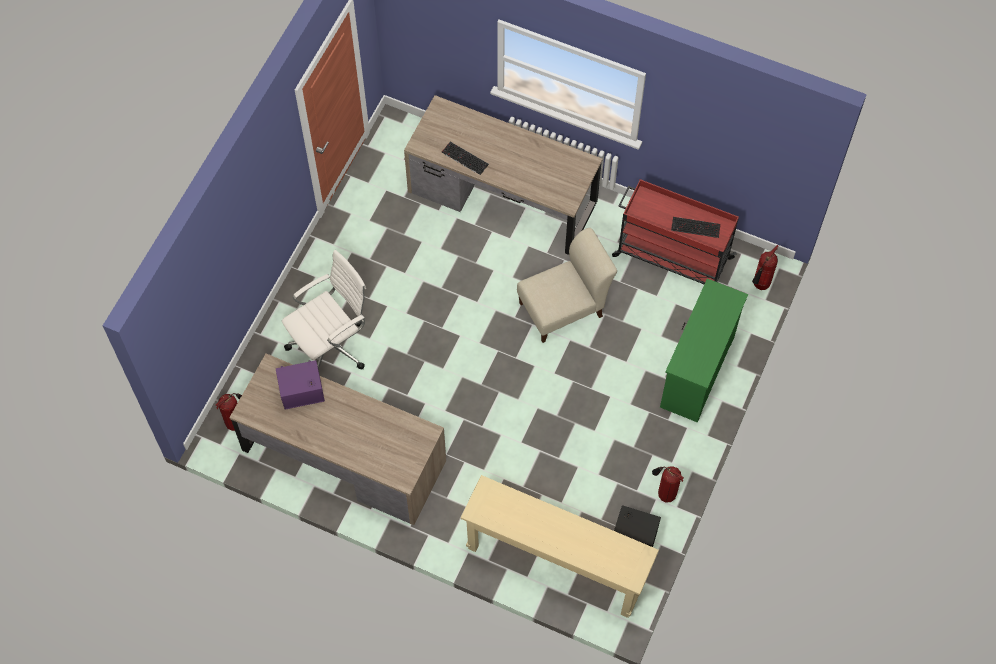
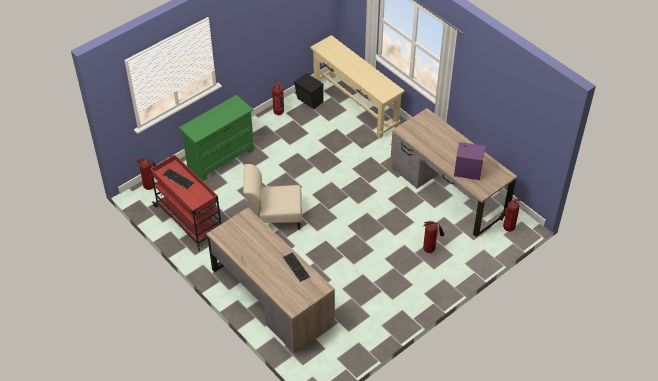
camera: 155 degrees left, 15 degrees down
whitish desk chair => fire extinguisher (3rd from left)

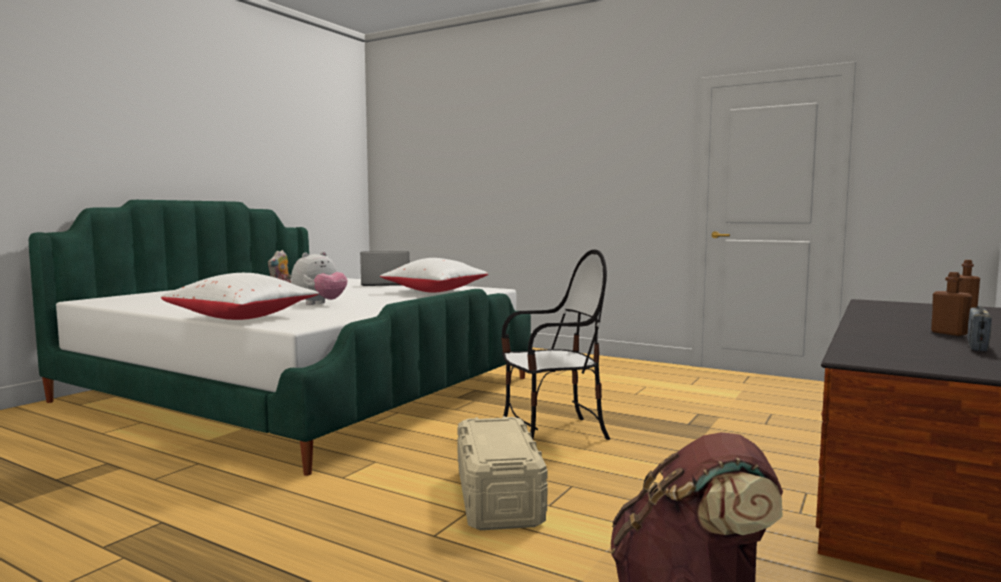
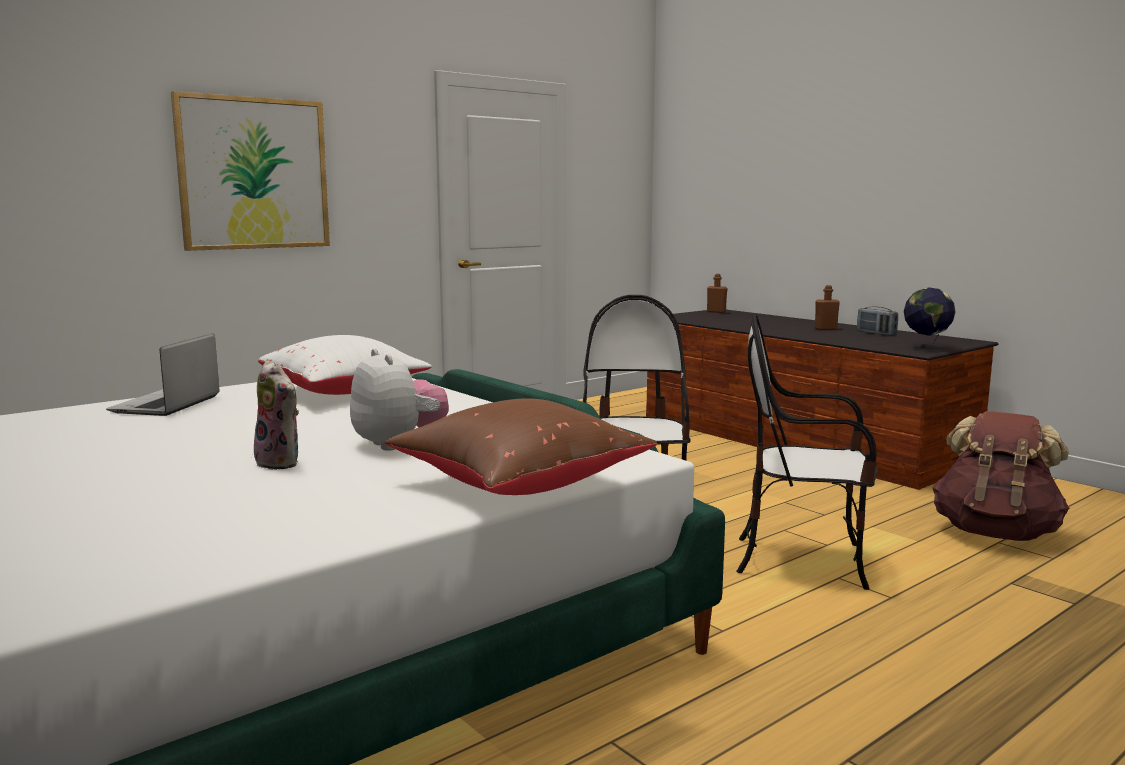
camera: 70 degrees left, 5 degrees up
whitish pillow (1st from left) => brownish pillow
sand-coloured storage bin => plain chair (2nd from left)
nothing => picture
nothing => world globe

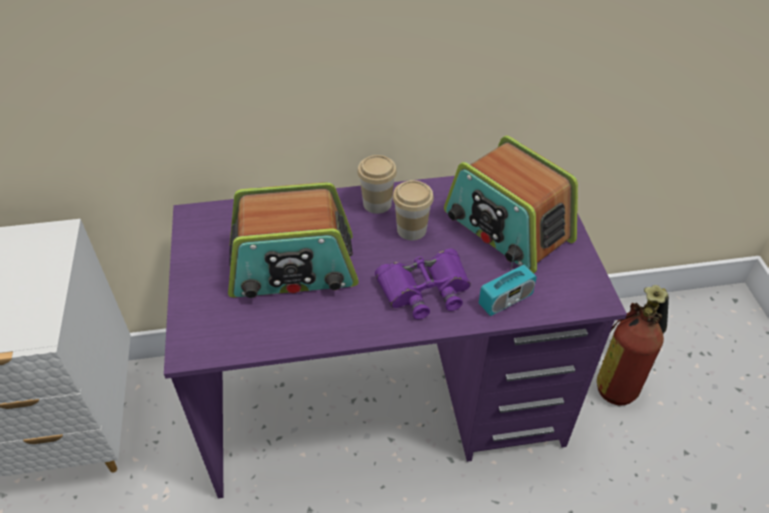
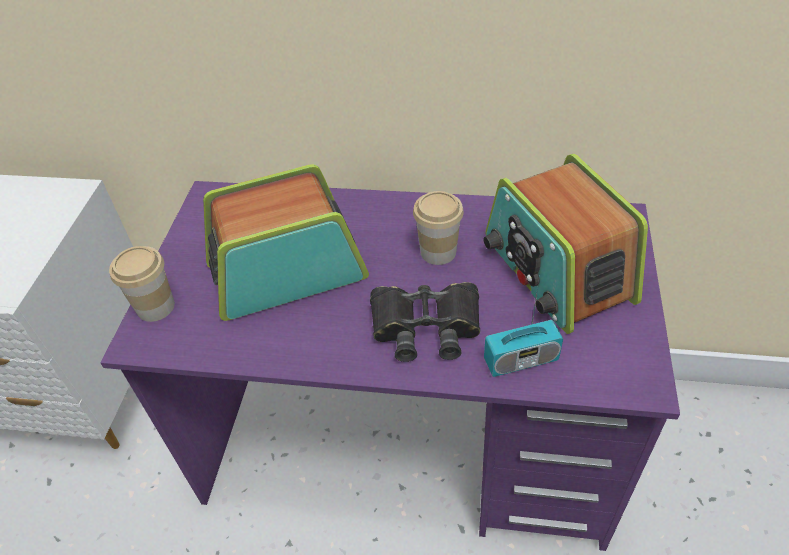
camera: 20 degrees right, 0 degrees up
radio set (1st from left), 150 degrees clockwise
drinking cup (1st from left), moved
purple binoculars => blackish binoculars
fire extinguisher => nothing

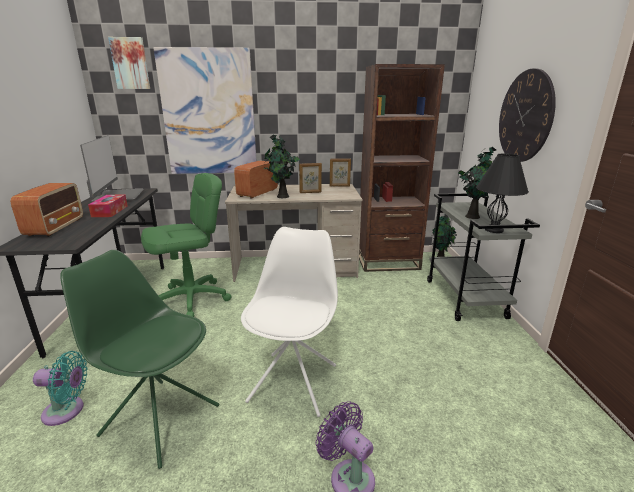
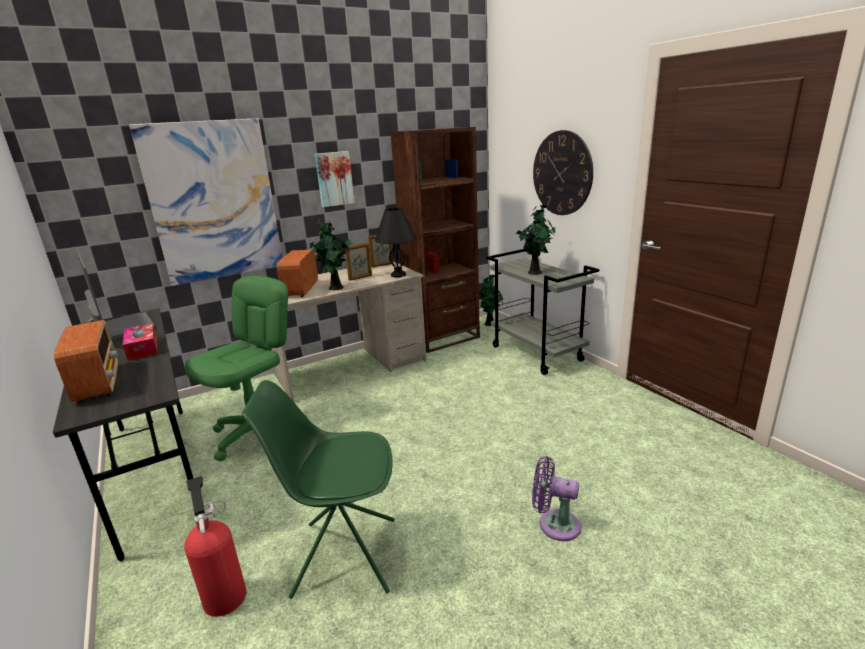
camera: 25 degrees left, 0 degrees up
turquoise-coloured cooling fan => fire extinguisher
picture (1st from left in the first image) => picture (2nd from left), moved
whitish plain chair => nothing
blackish tabletop lamp, moved

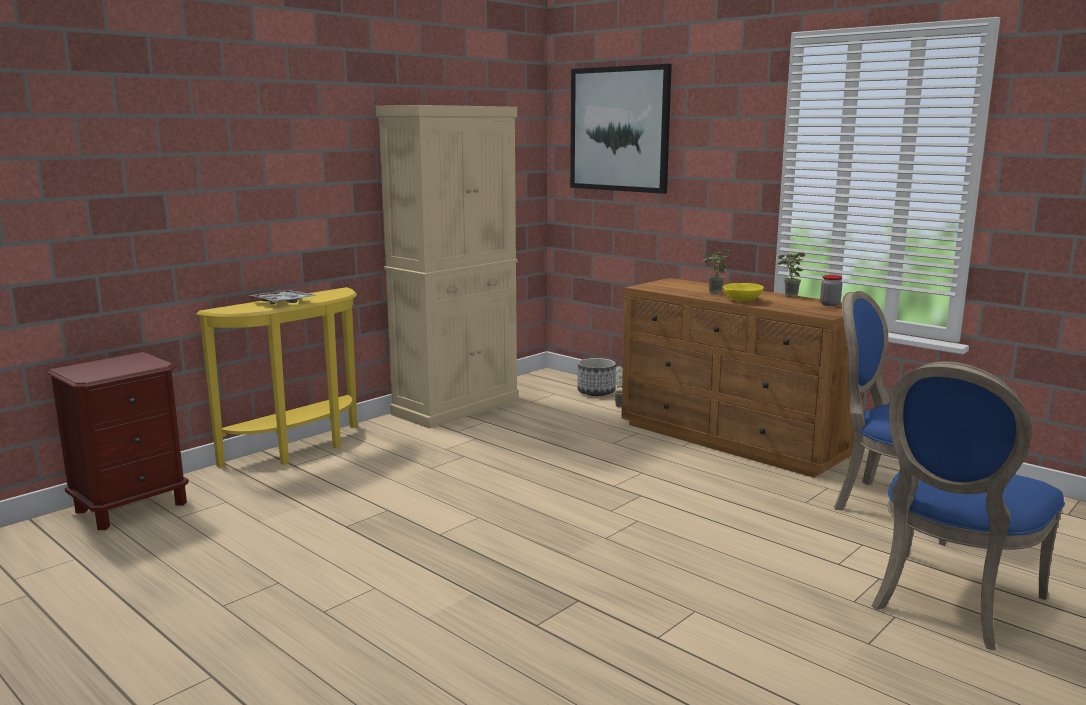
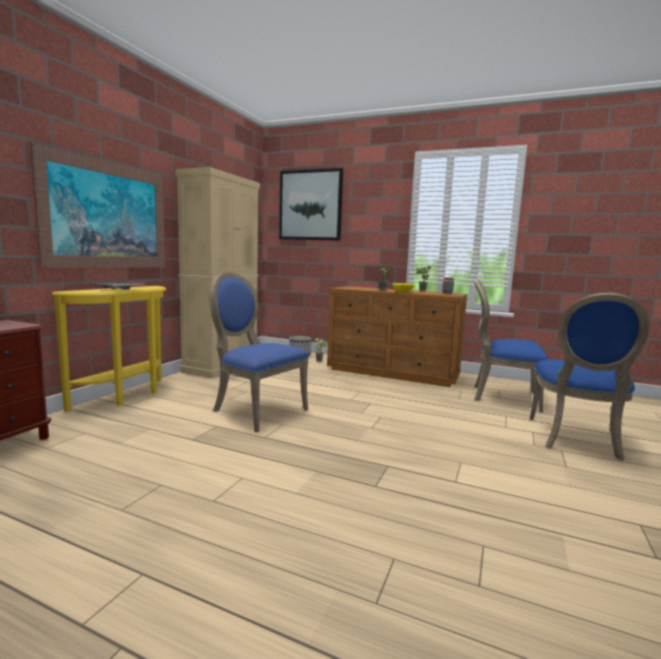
camera: 20 degrees left, 5 degrees down
nothing => picture (1st from left)
nothing => blue-coloured plain chair (1st from left)

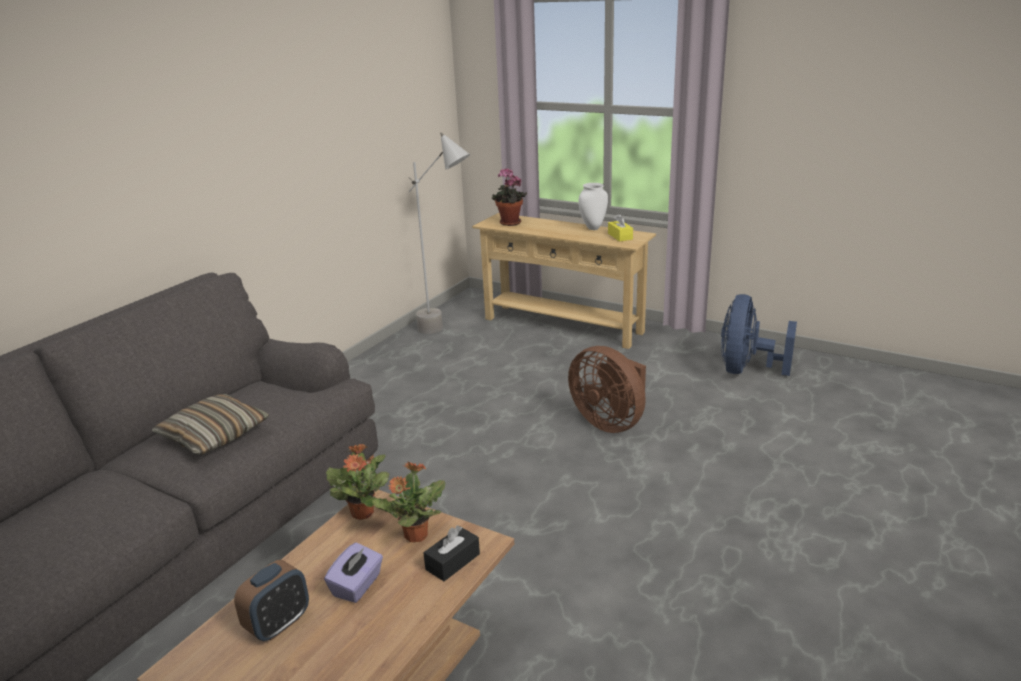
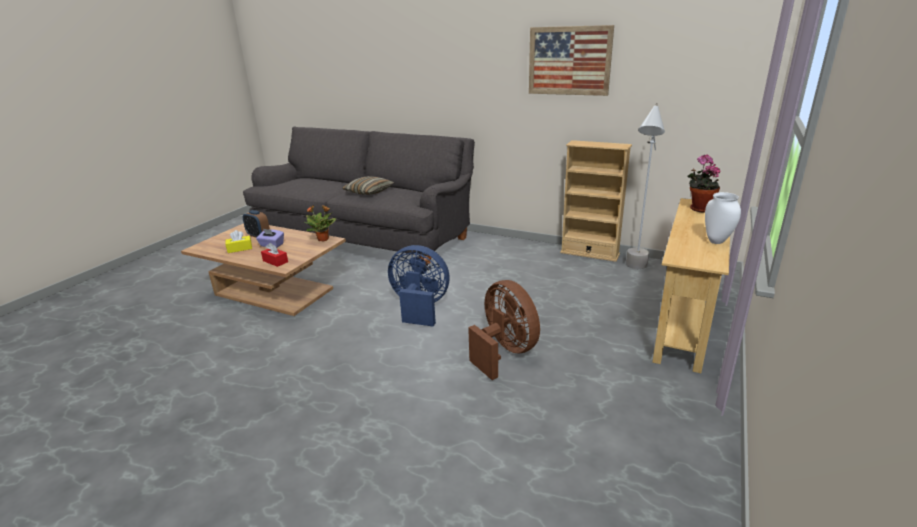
camera: 85 degrees right, 0 degrees up
houseplant (2nd from left) => nothing
blackish tissue box => red-coloured tissue box
brownish cooling fan, 105 degrees clockwise
yellow-coloured tissue box, moved
blue-coloured cooling fan, moved
nothing => picture
nothing => sand-coloured bookcase

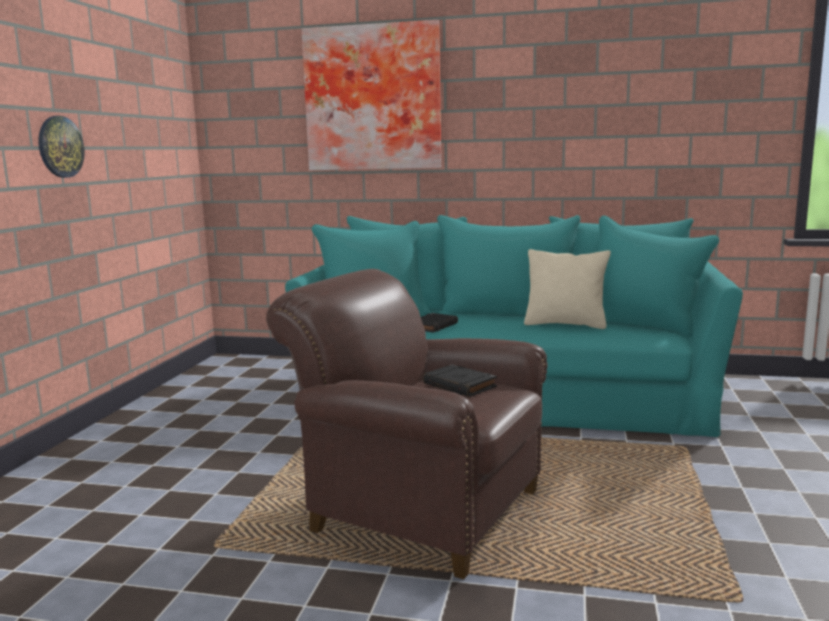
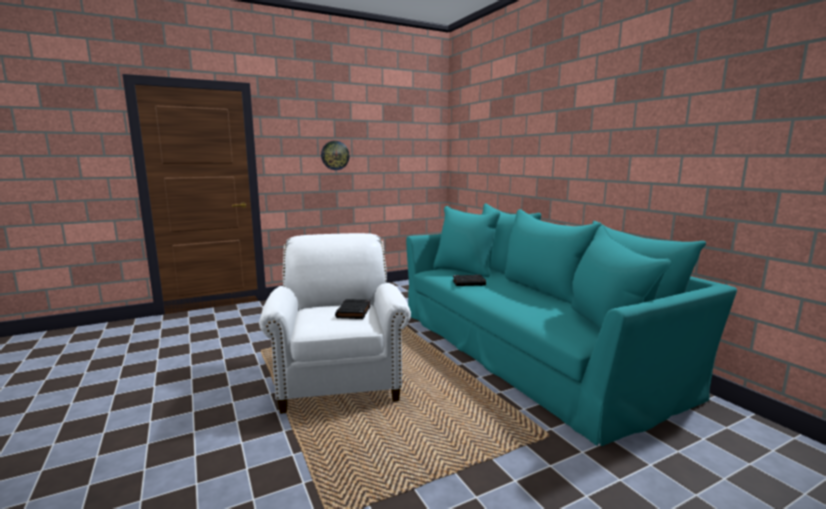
camera: 50 degrees right, 0 degrees up
brownish armchair => whitish armchair
picture => nothing
sand-coloured pillow => nothing

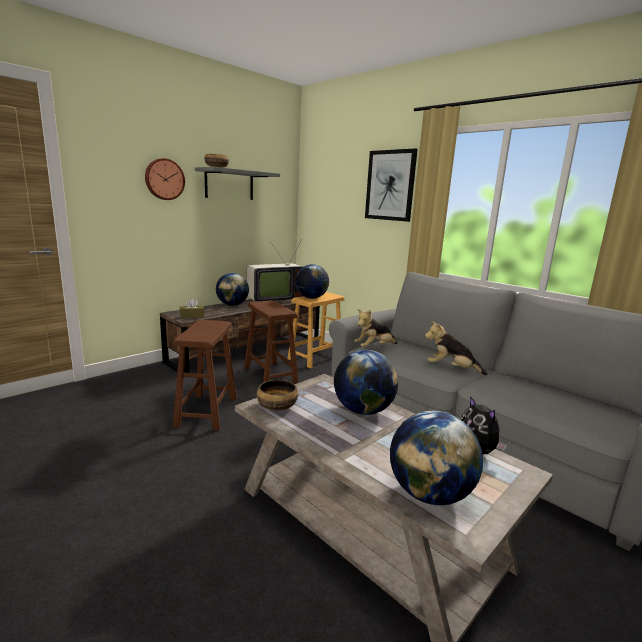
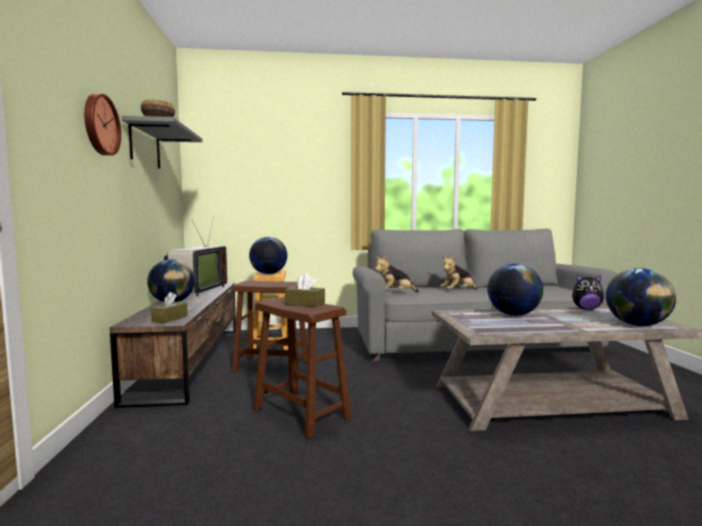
camera: 50 degrees left, 10 degrees down
deep dish (2nd from left) => nothing
cuddly toy (1st from left), 60 degrees clockwise
picture => nothing
nothing => brownish tissue box (2nd from left)

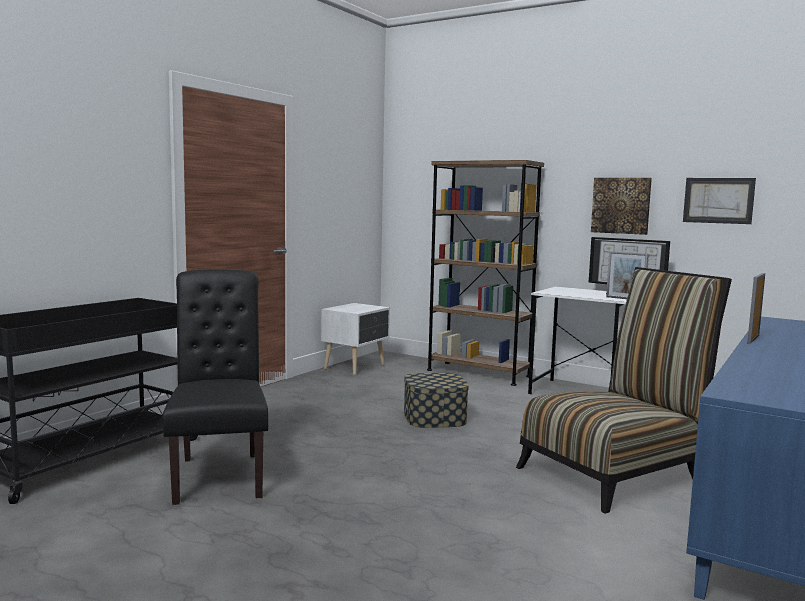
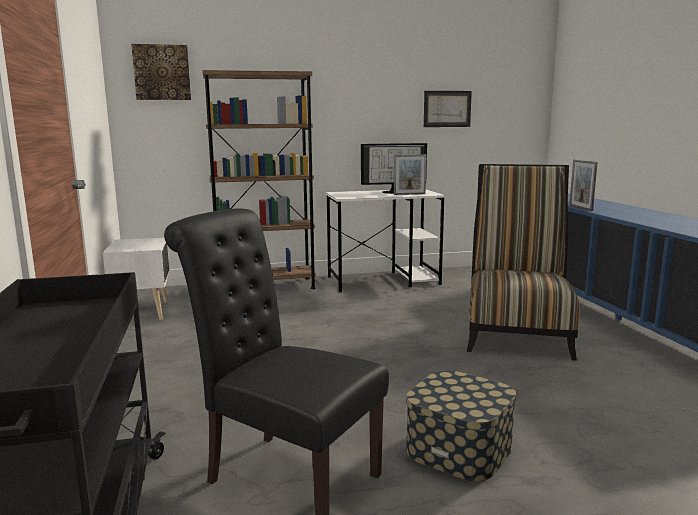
camera: 45 degrees left, 5 degrees up
storage bin, moved
picture (1st from left), moved

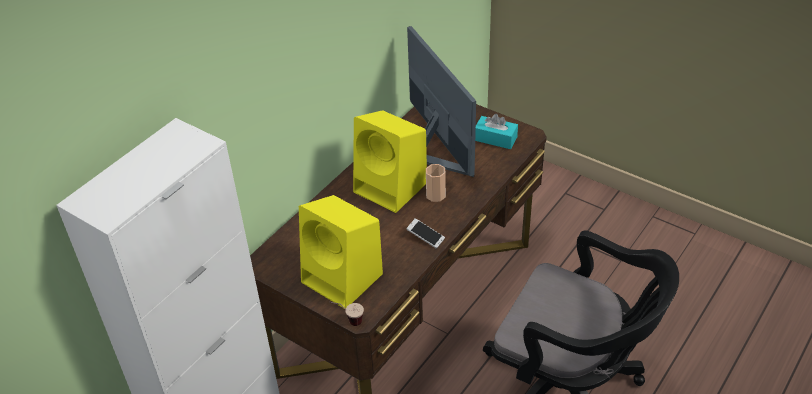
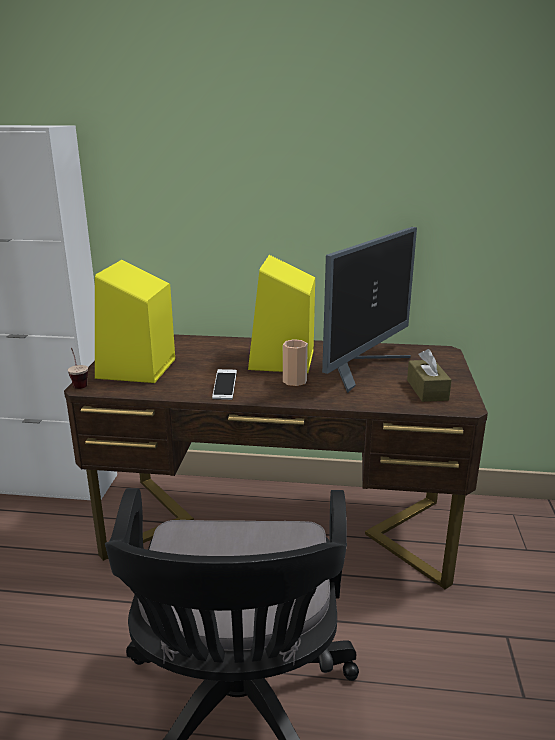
camera: 60 degrees right, 20 degrees down
turquoise-coloured tissue box => brownish tissue box

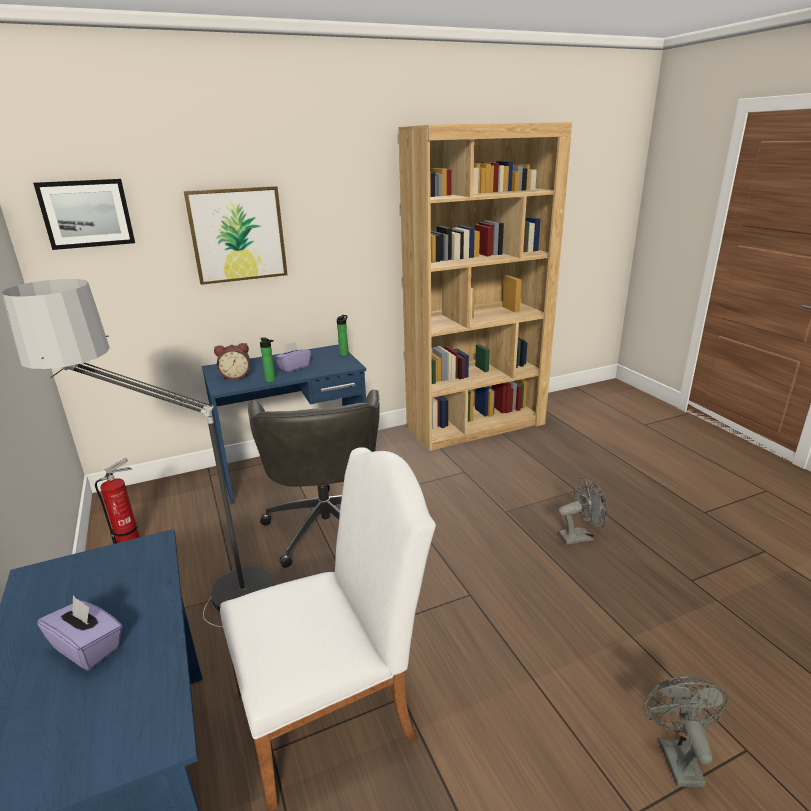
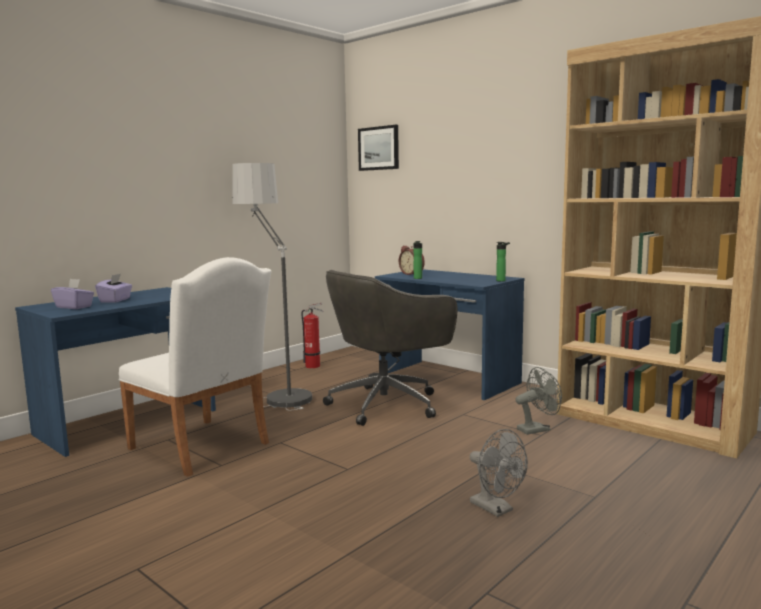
camera: 65 degrees right, 15 degrees down
picture (2nd from left) => nothing
purple tissue box (2nd from left in the first image) => purple tissue box (1st from left), moved
gray cooling fan (2nd from left), moved

